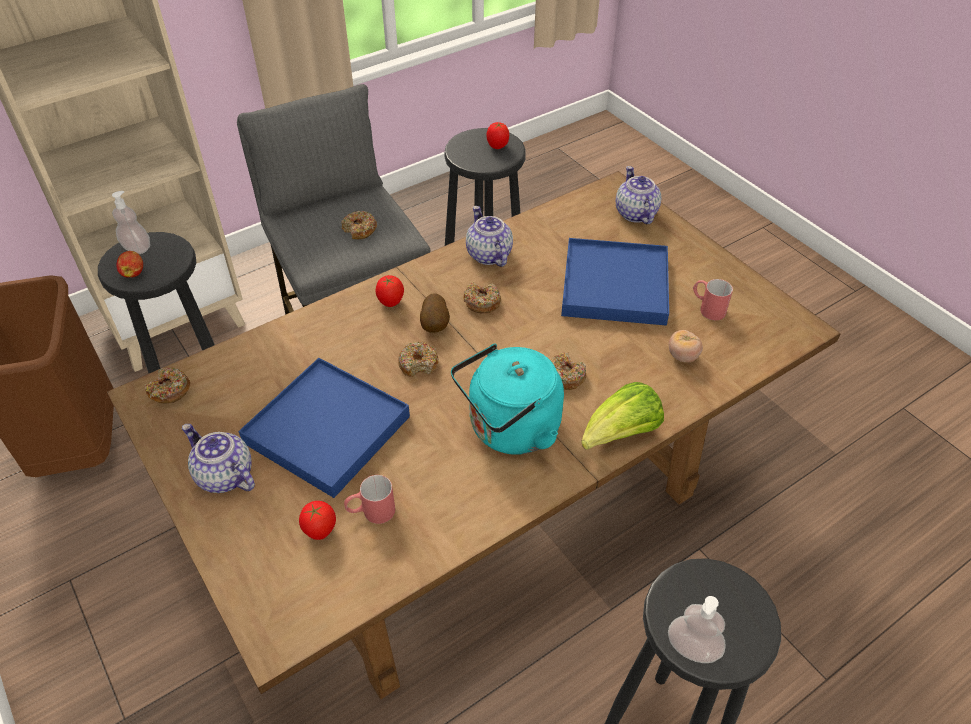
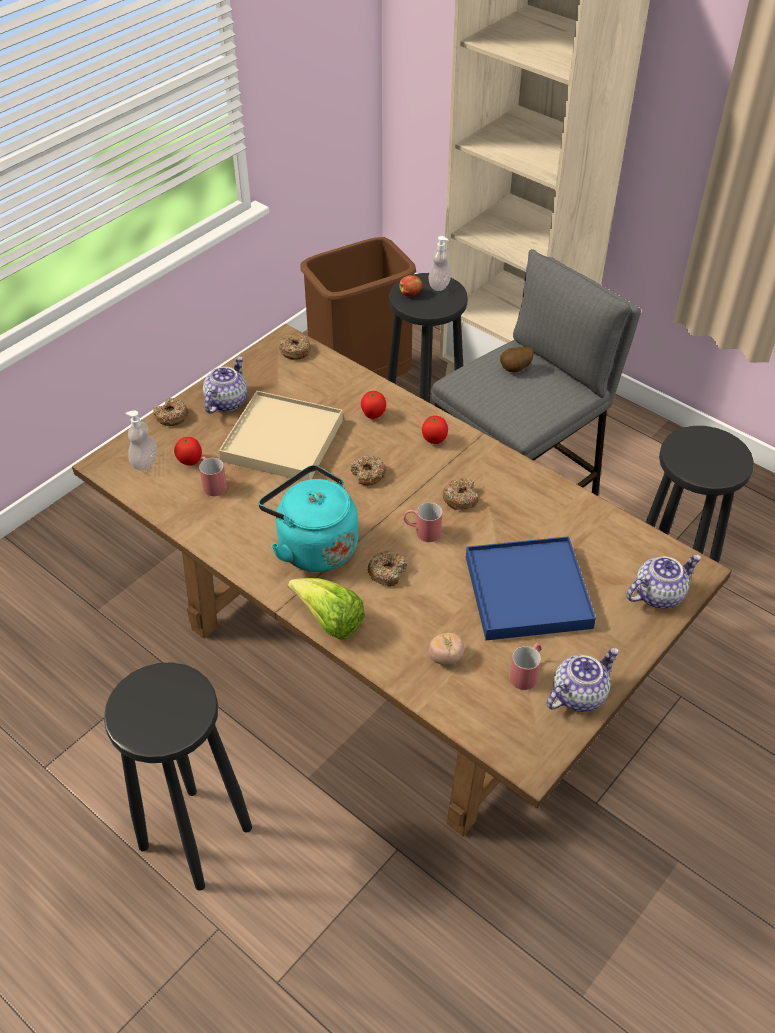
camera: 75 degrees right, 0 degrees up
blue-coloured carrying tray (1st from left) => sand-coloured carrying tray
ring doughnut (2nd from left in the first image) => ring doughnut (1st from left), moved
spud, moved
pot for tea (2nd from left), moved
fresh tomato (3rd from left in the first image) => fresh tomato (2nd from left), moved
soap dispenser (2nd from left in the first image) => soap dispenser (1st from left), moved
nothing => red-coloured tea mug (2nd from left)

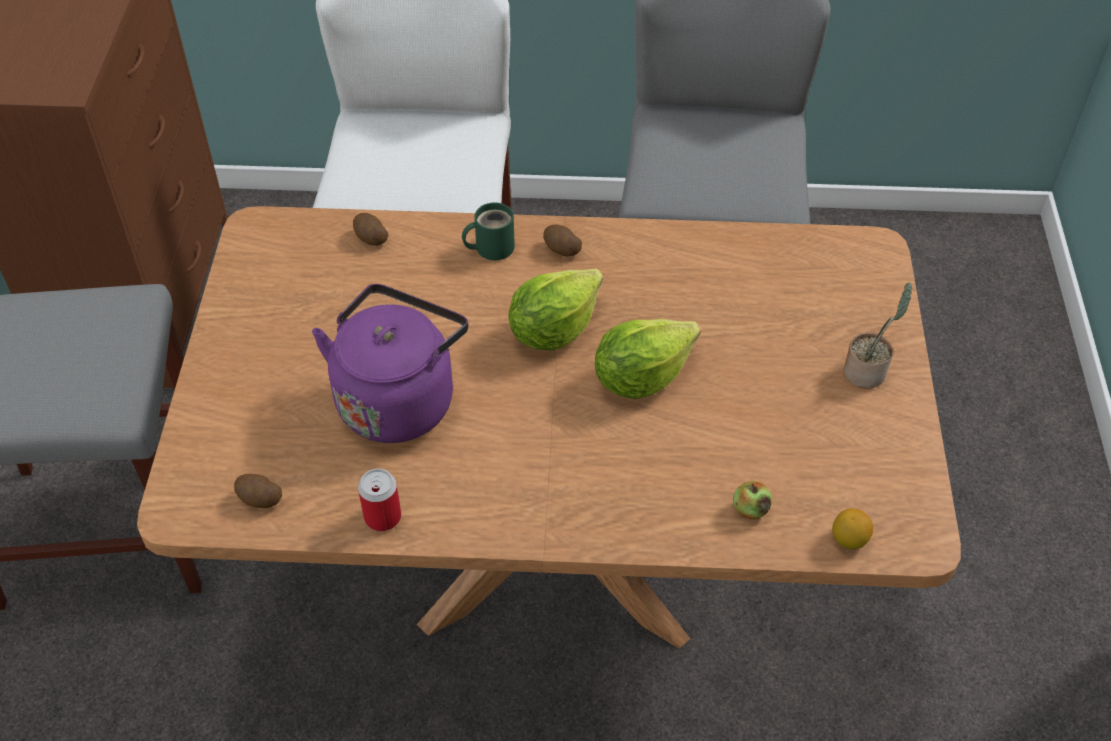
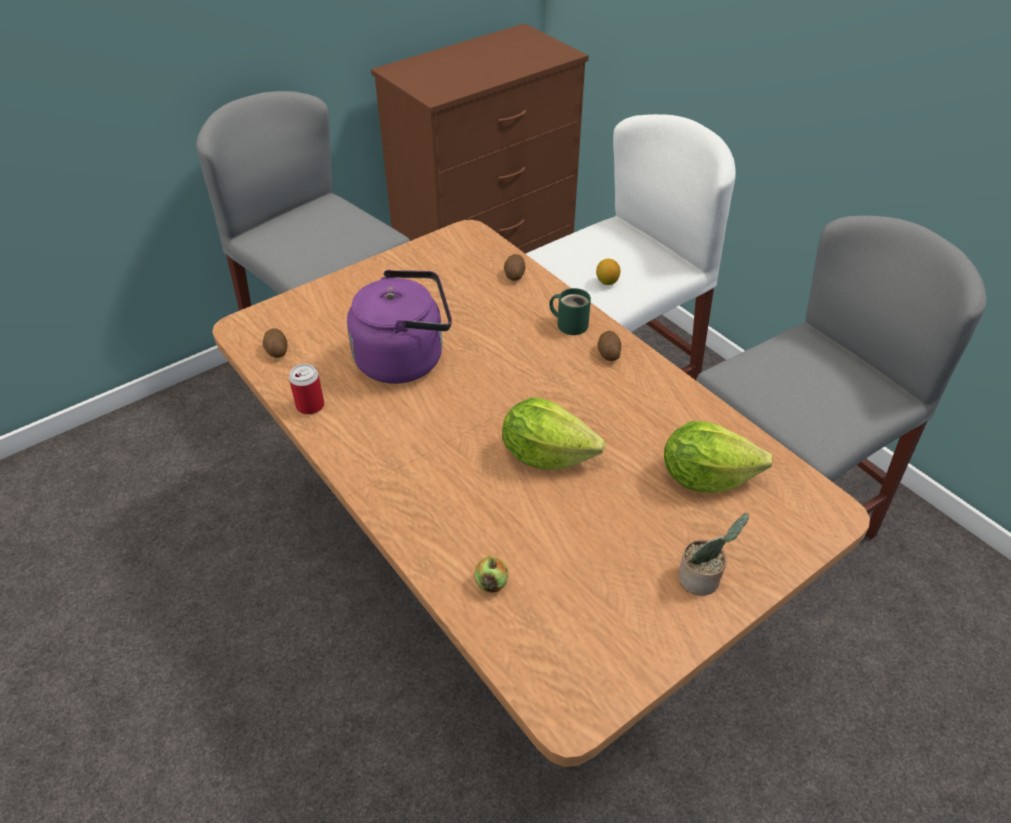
camera: 50 degrees right, 5 degrees down
lettuce head (1st from left in the first image) => lettuce head (2nd from left), moved
whole lemon, moved

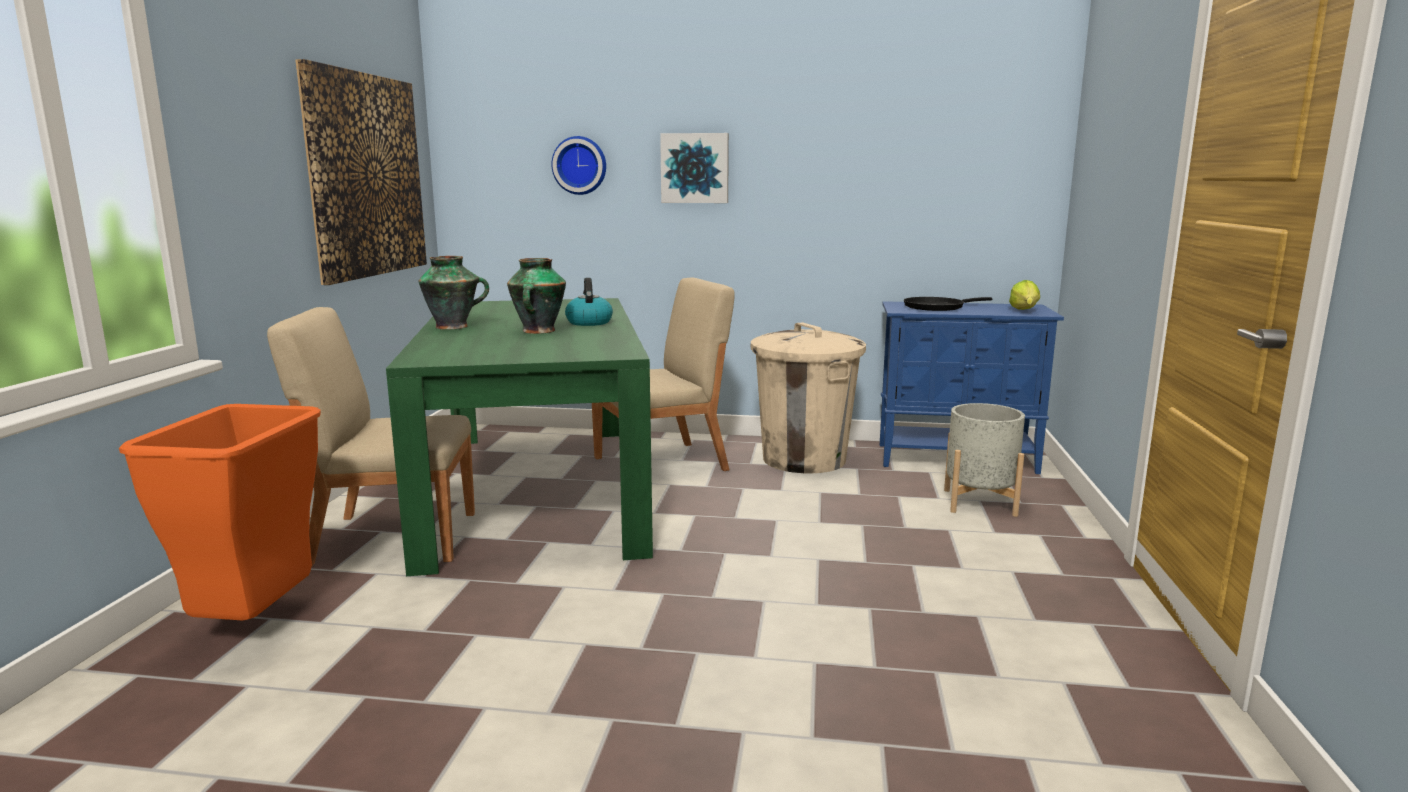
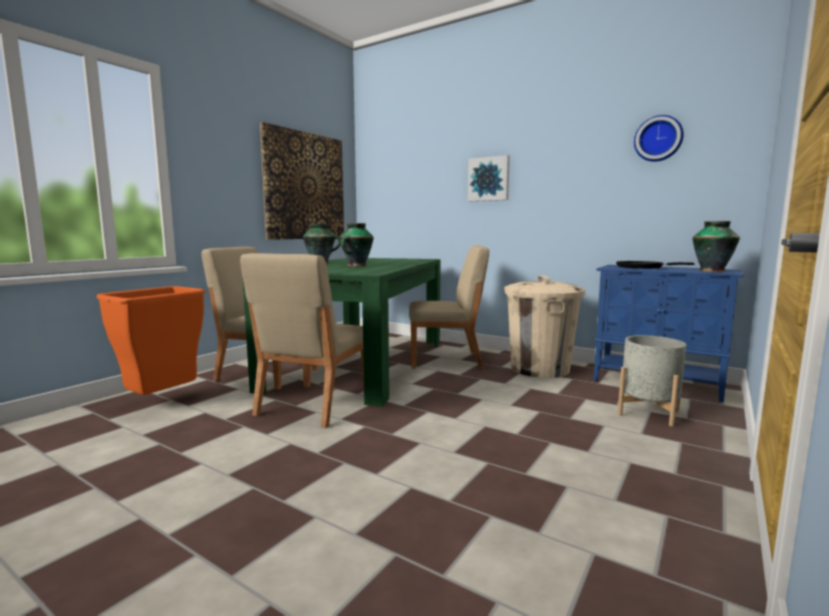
camera: 25 degrees right, 5 degrees down
clock on the wall, moved
tea kettle => nothing
lettuce head => vase (3rd from left)
nothing => sand-coloured plain chair (2nd from left)

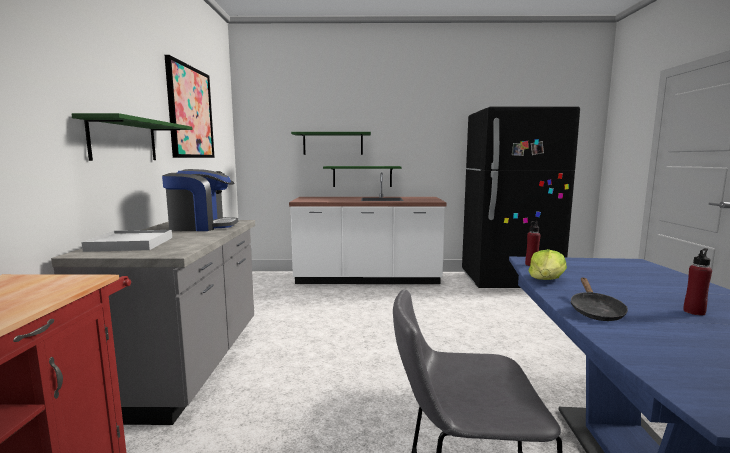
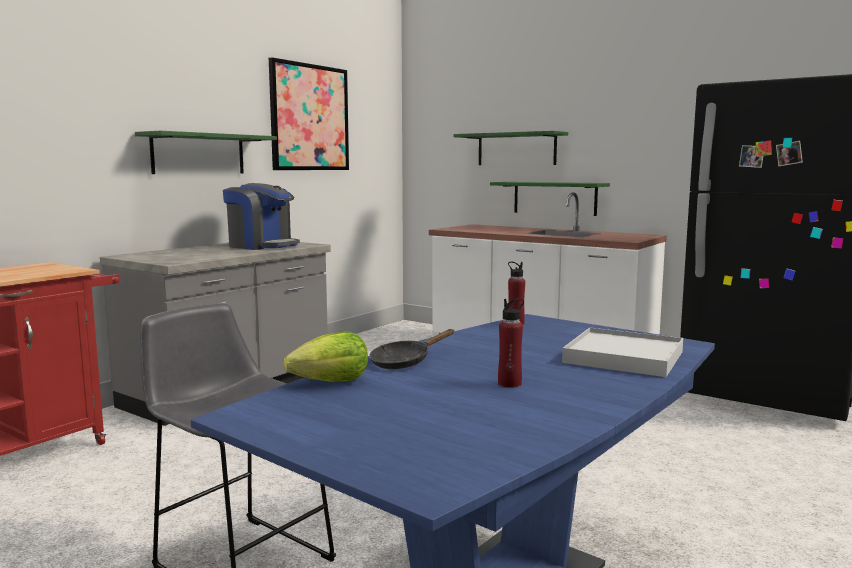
camera: 35 degrees right, 0 degrees up
whitish carrying tray, moved
lettuce head, moved

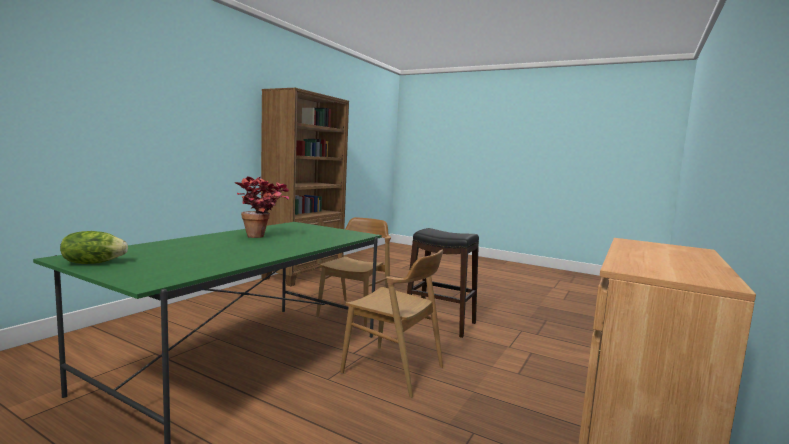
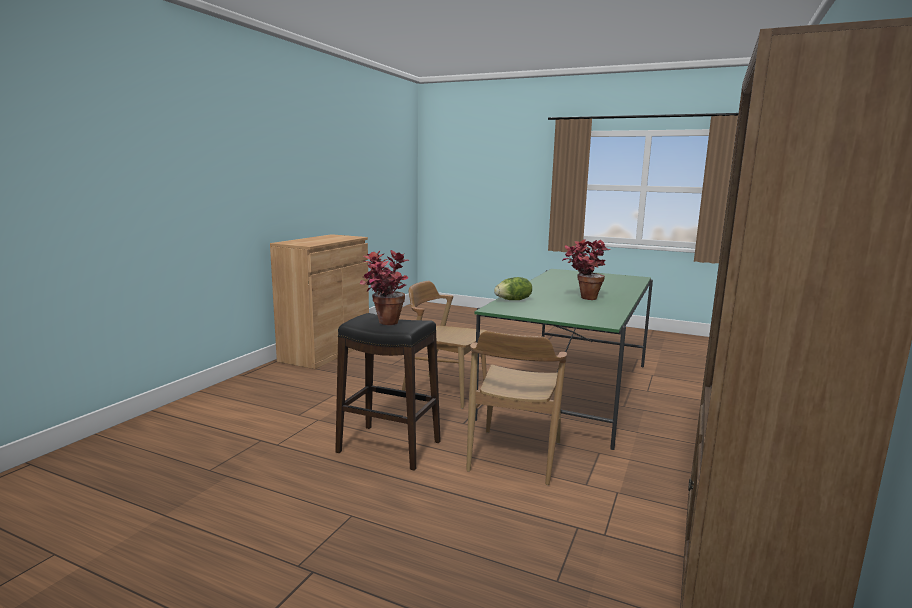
camera: 175 degrees right, 5 degrees up
lettuce head, moved
nothing => houseplant (1st from left)

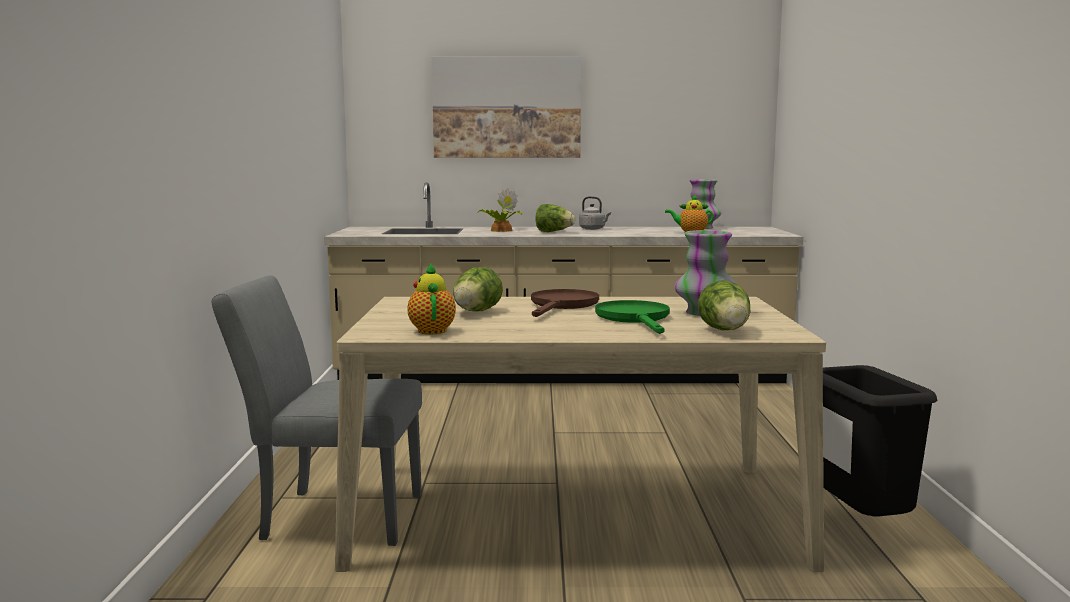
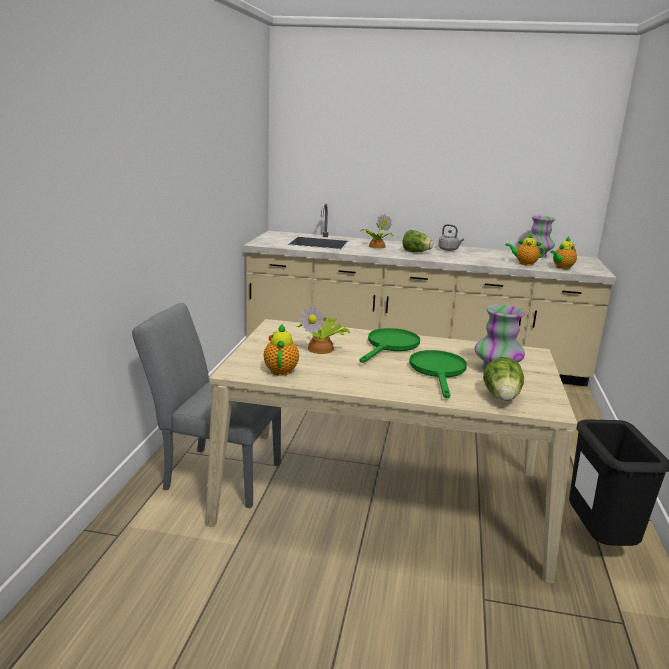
camera: 10 degrees right, 10 degrees up
picture => nothing
lettuce head (1st from left) => houseplant (1st from left)
brownish frying pan => green frying pan (1st from left)
nothing => pot for tea (3rd from left)

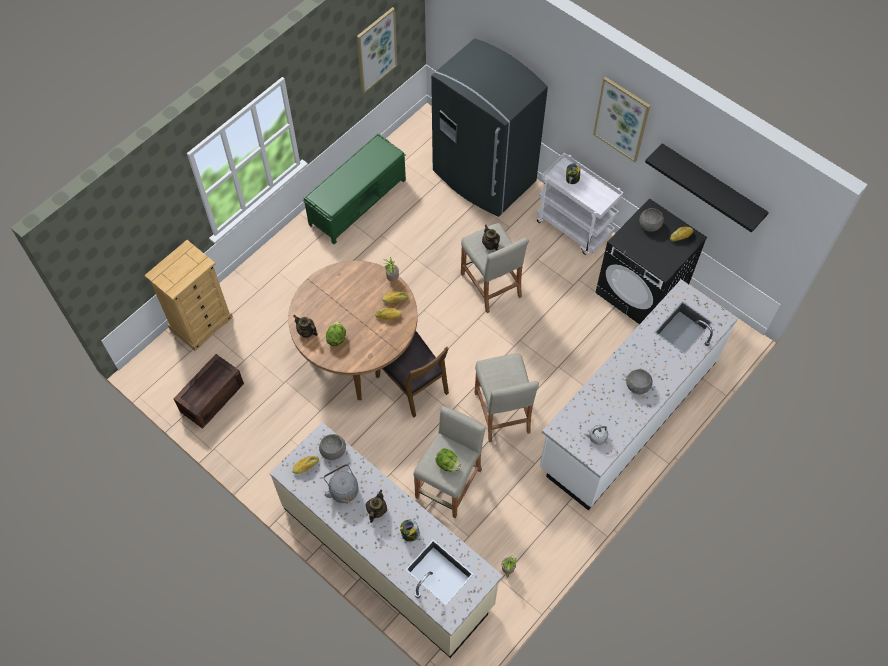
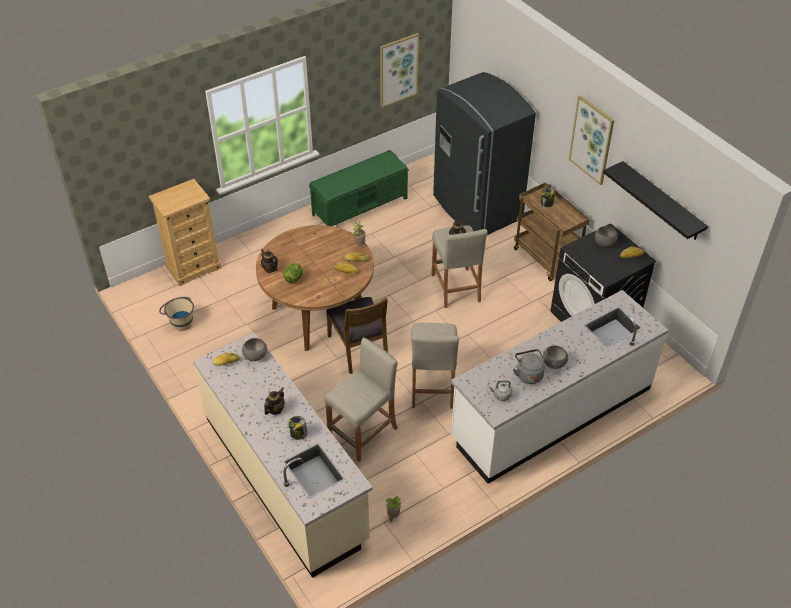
camera: 15 degrees right, 15 degrees down
packing crate => sand-coloured bucket
gray tea kettle (1st from left in the first image) => gray tea kettle (2nd from left), moved
lettuce head (2nd from left) => nothing
whitish cart => brownish cart

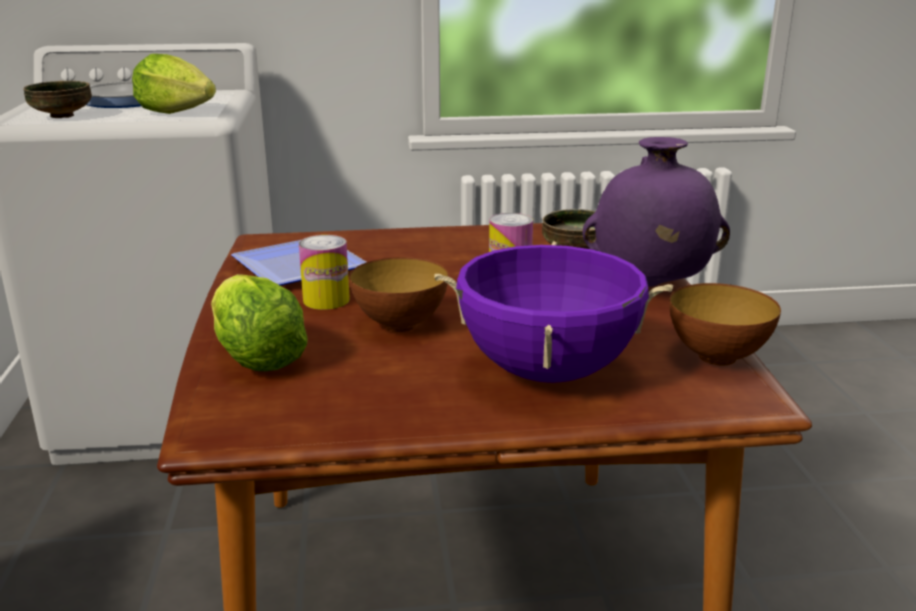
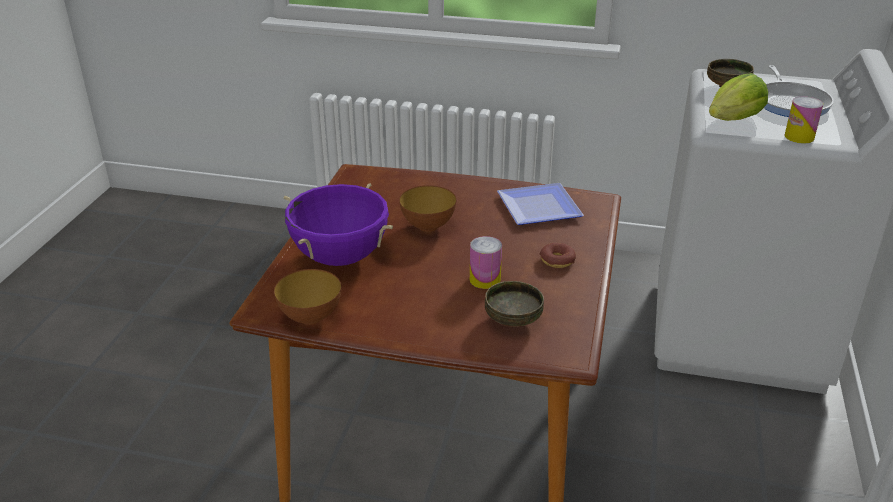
camera: 110 degrees right, 10 degrees up
lettuce head (2nd from left) => nothing
can (1st from left in the first image) => can (2nd from left), moved
purple vase => nothing
nothing => ring doughnut

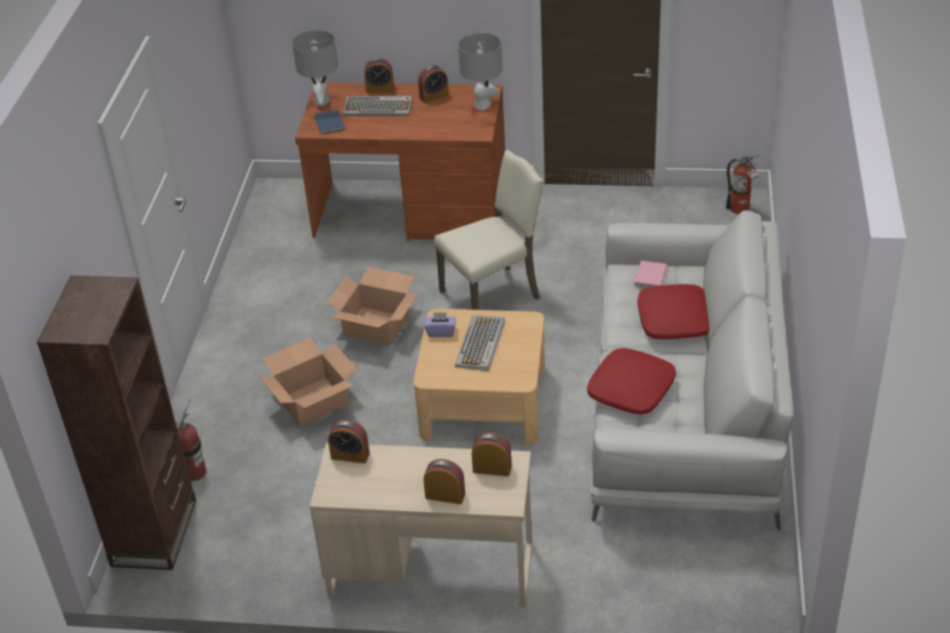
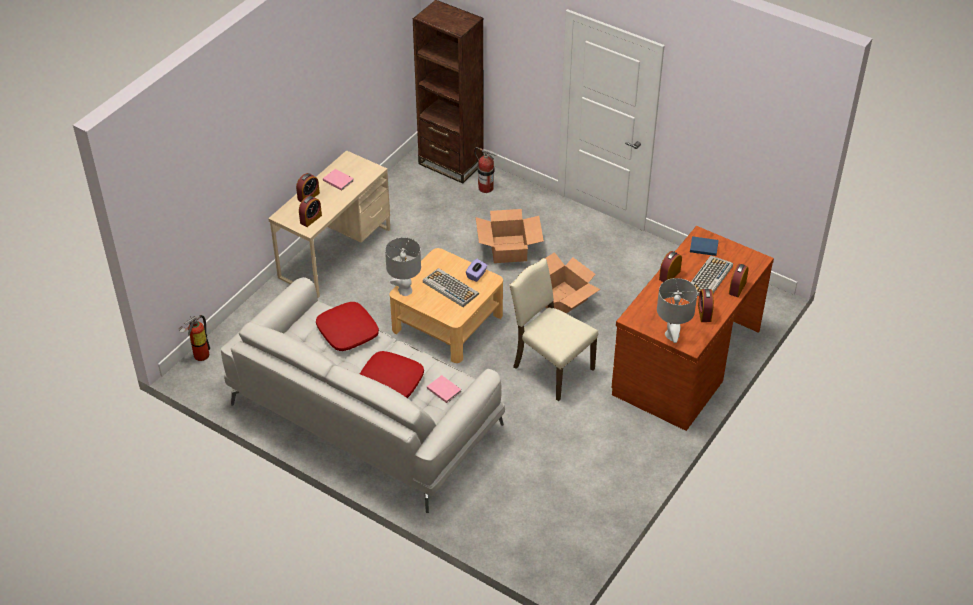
camera: 115 degrees right, 5 degrees up
gray tabletop lamp (1st from left), moved
bedside clock (1st from left in the first image) => bedside clock (3rd from left), moved
sand-coloured plain chair, 135 degrees clockwise
fire extinguisher (2nd from left in the first image) => fire extinguisher (1st from left), moved
nothing => pink-coloured bound book (1st from left)

